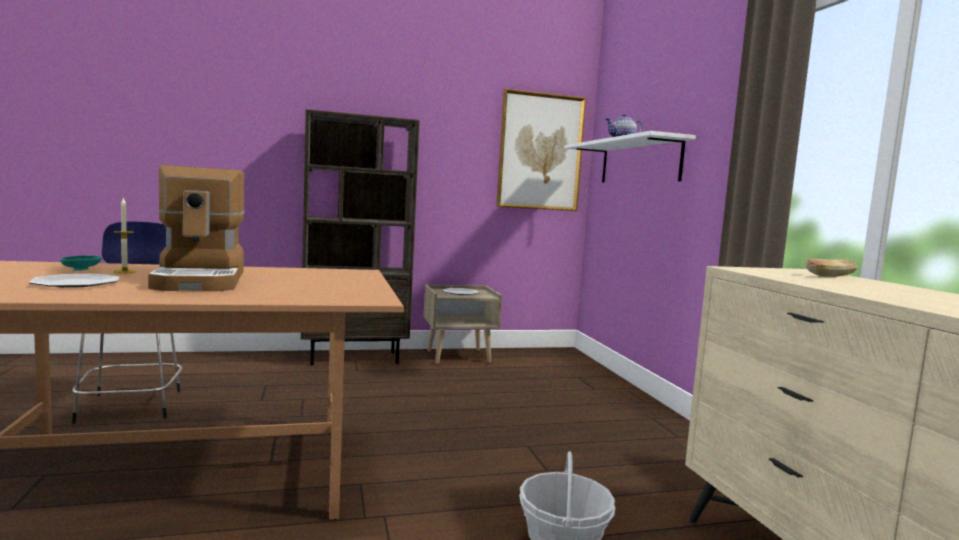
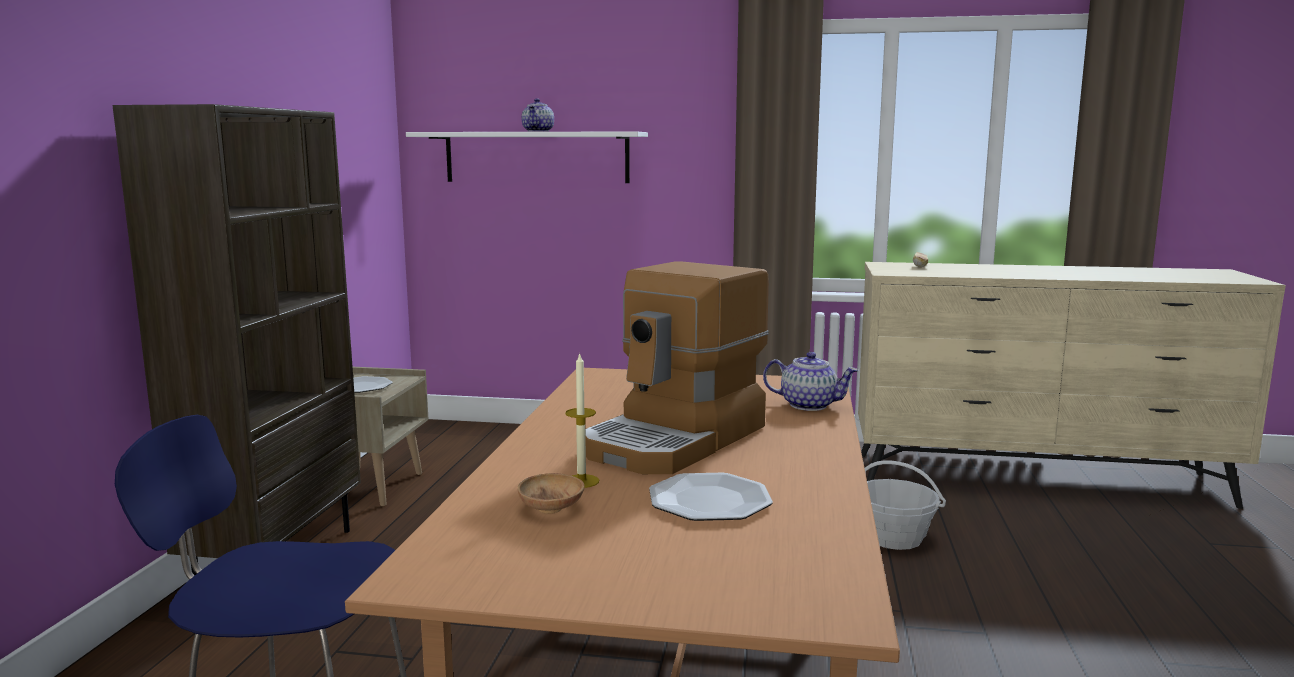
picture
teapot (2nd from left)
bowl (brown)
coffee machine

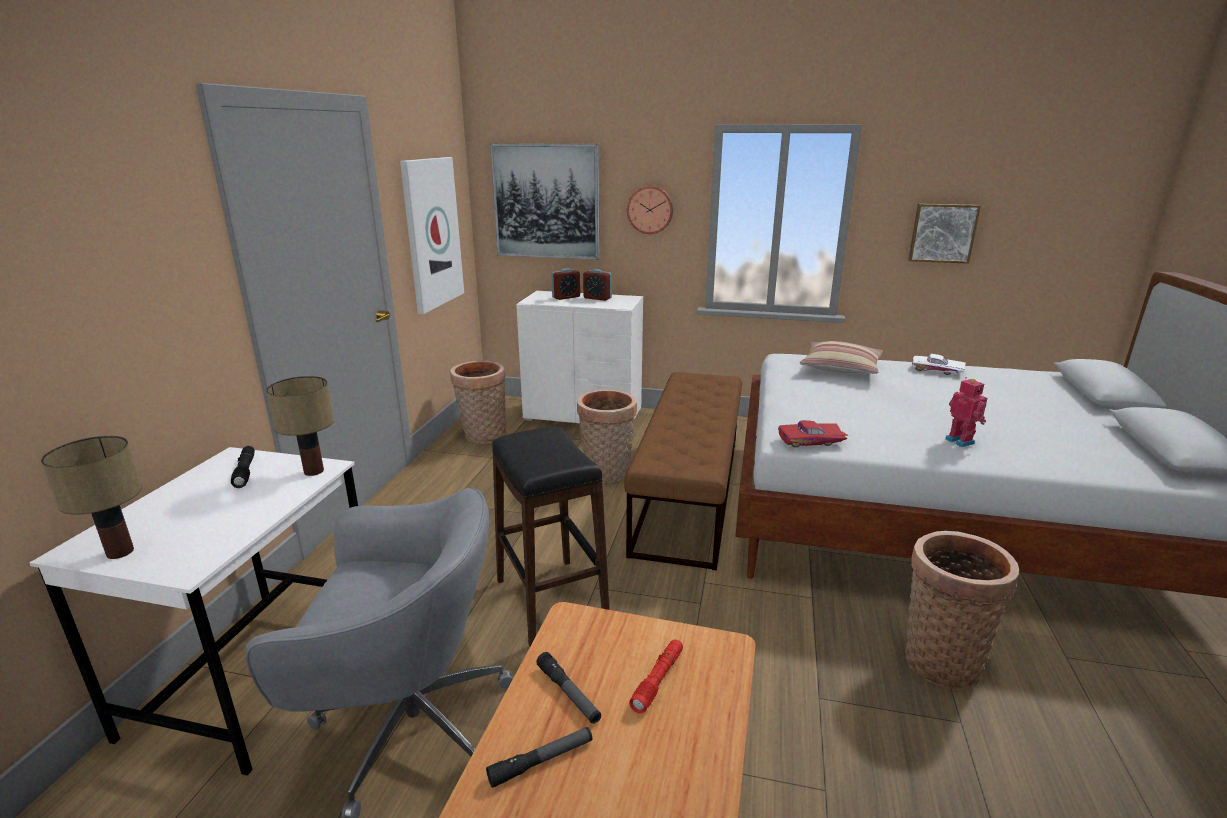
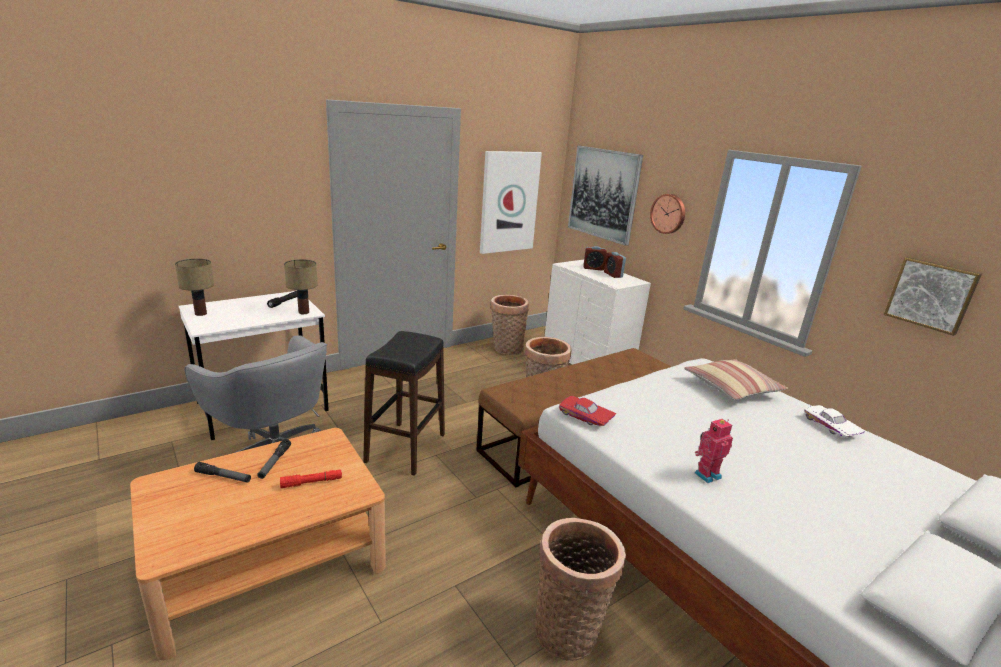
toy robot

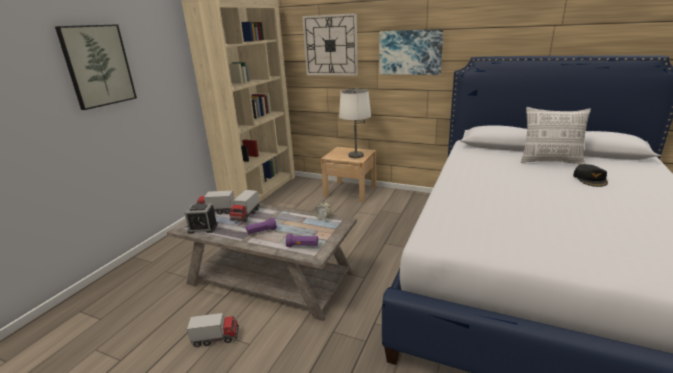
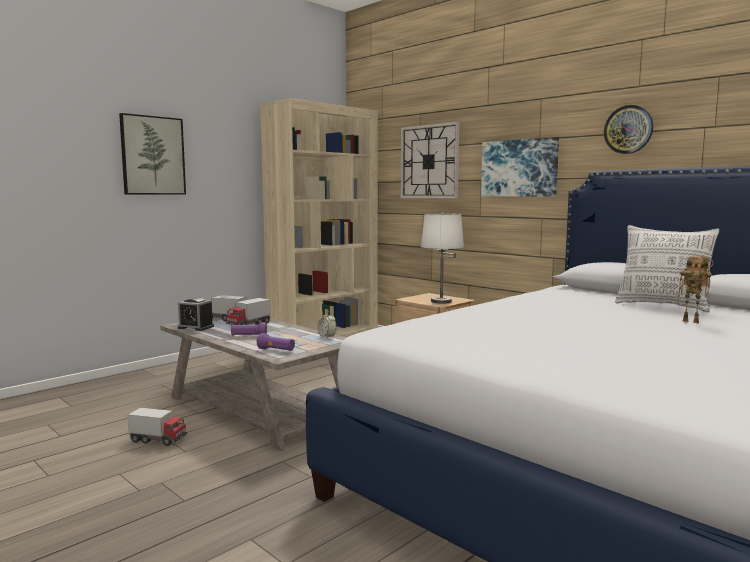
wall clock (2nd from left)
toy robot

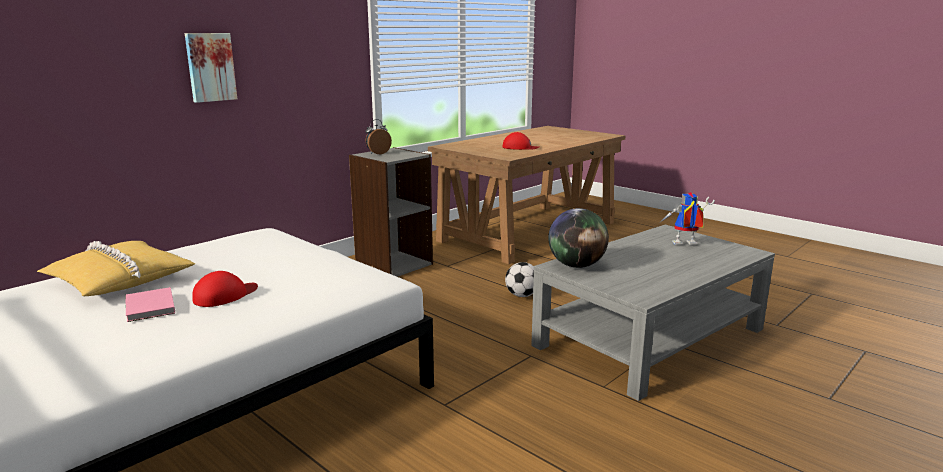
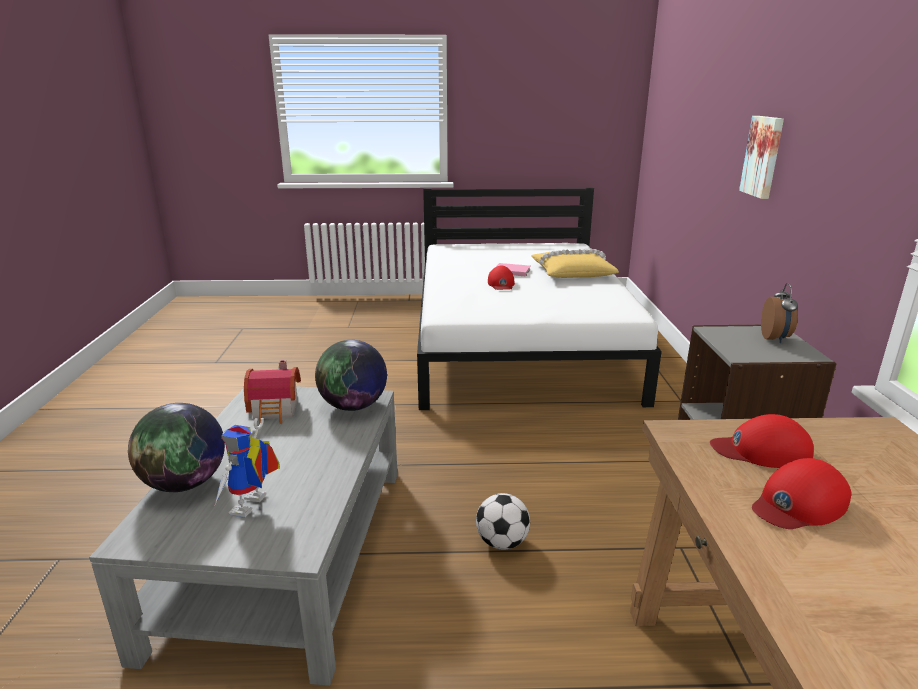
globe (1st from left)
toy house
cap (red) (2nd from left)
toy robot

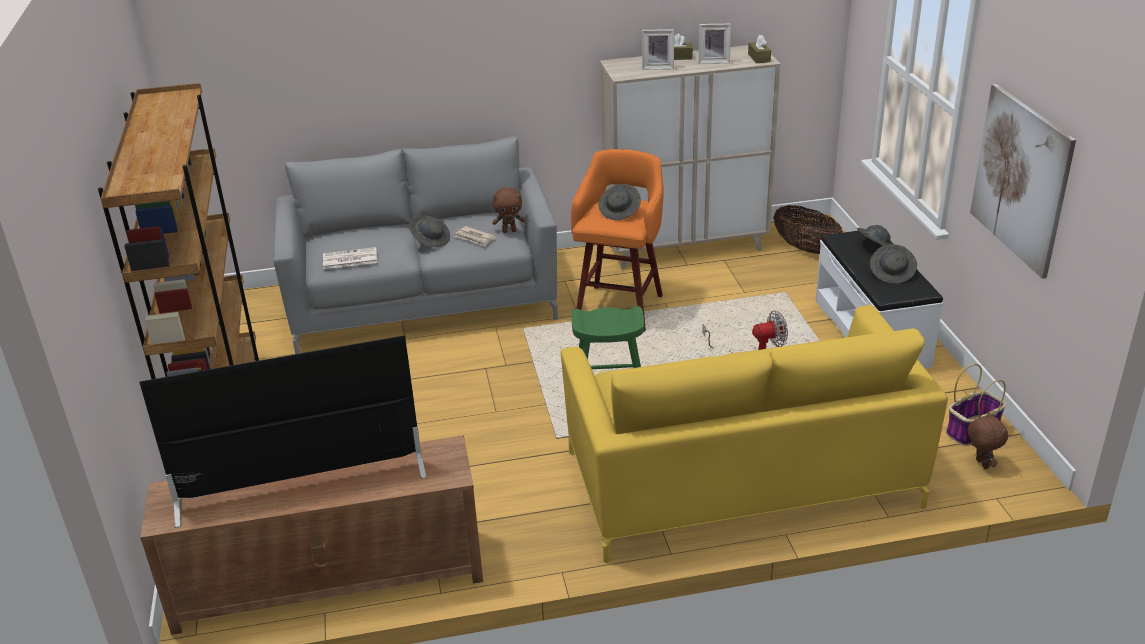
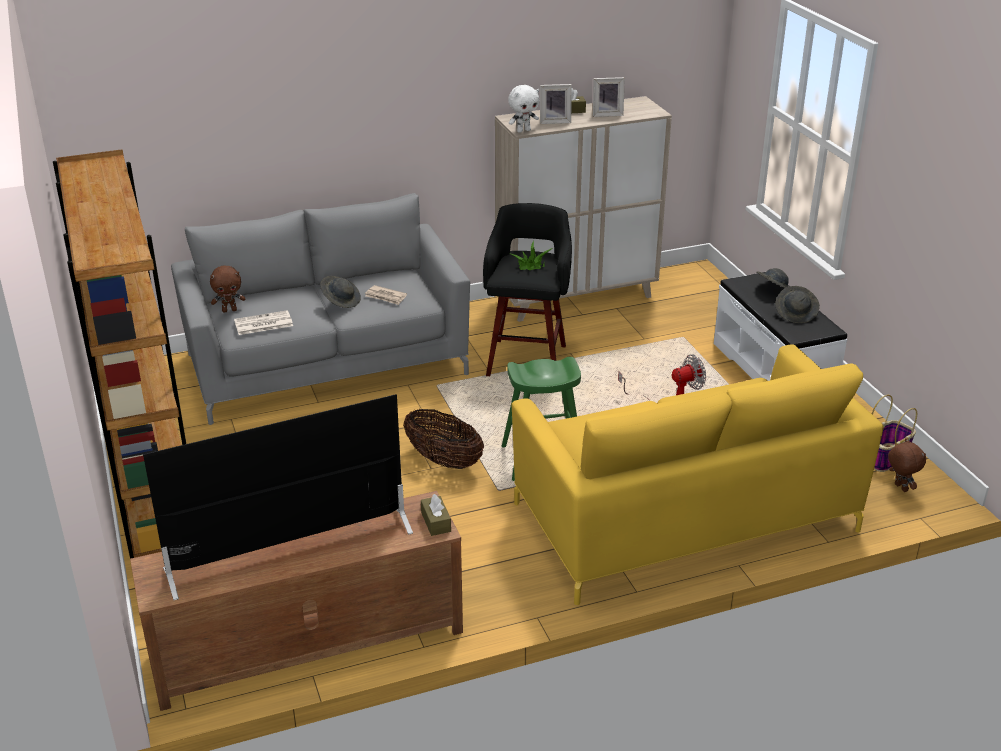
picture
plush toy (white)
plush toy (brown) (1st from left)
tissue box (brown) (1st from left)
basket (1st from left)
potted plant
stool (black)

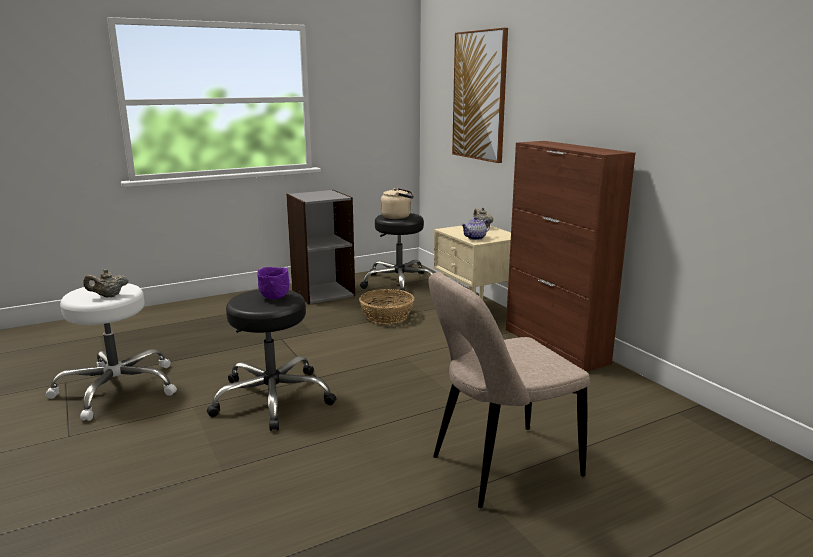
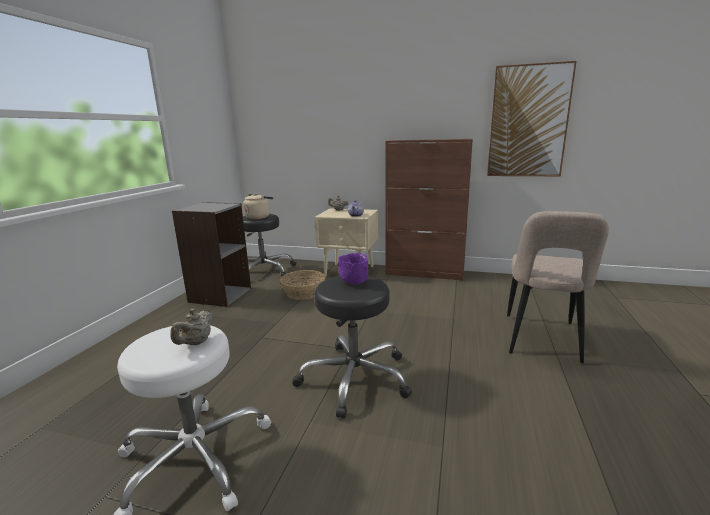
picture

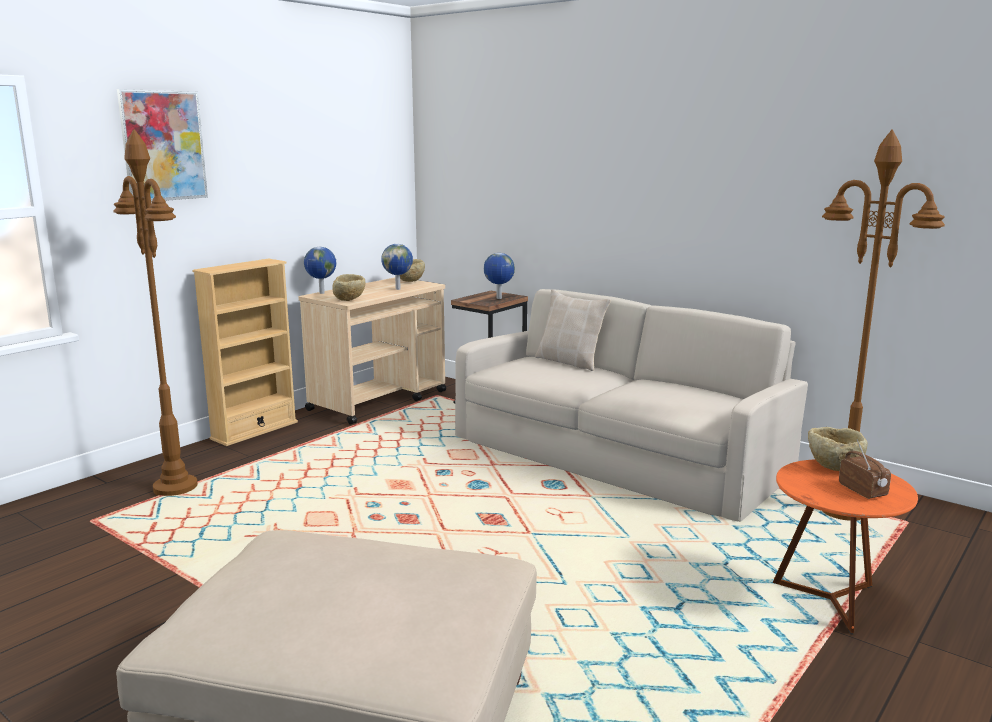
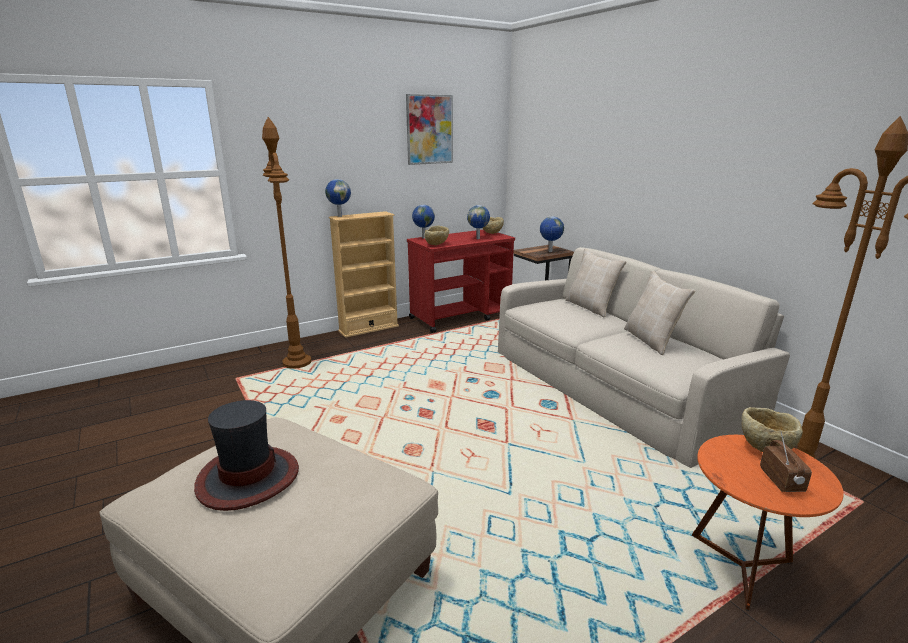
hat
globe (1st from left)
pillow (beige) (2nd from left)
picture
cart (red)

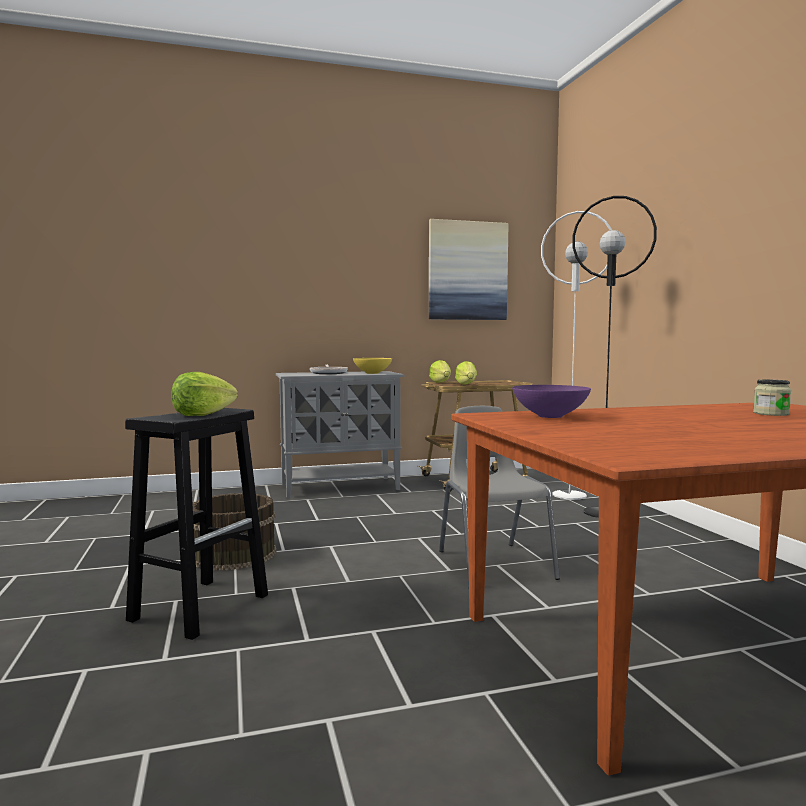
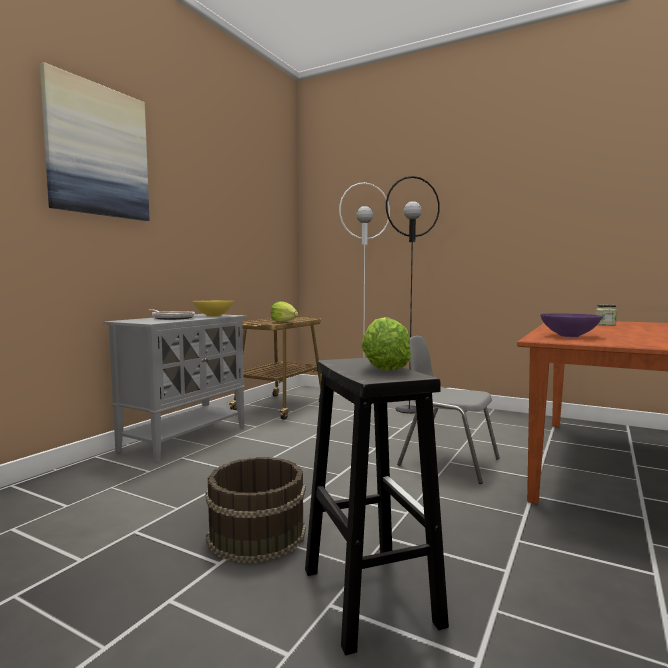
lettuce (2nd from left in the first image)
picture

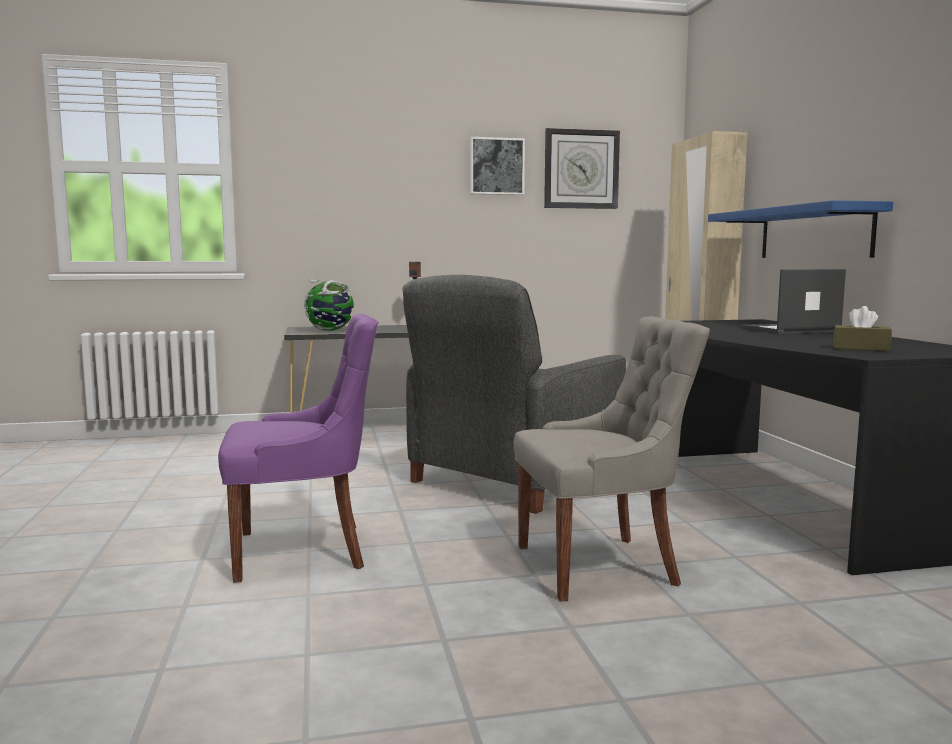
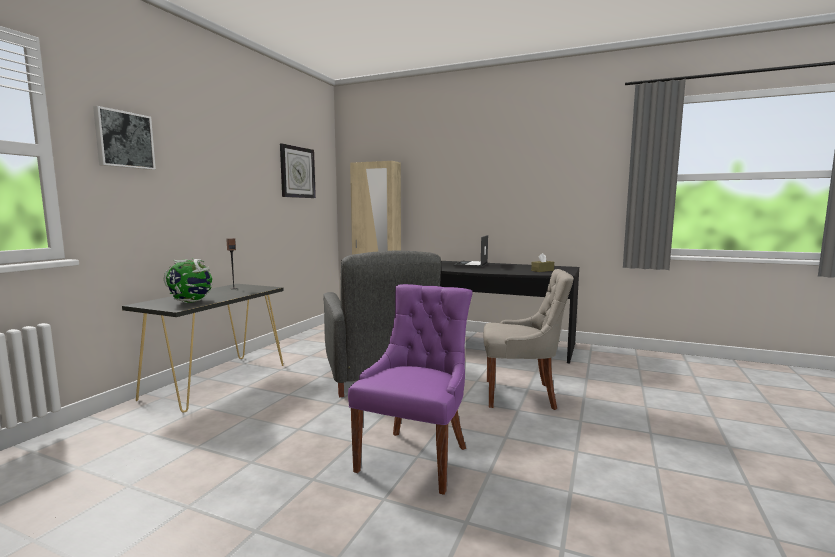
shelf (blue)
picture
chair (grey)

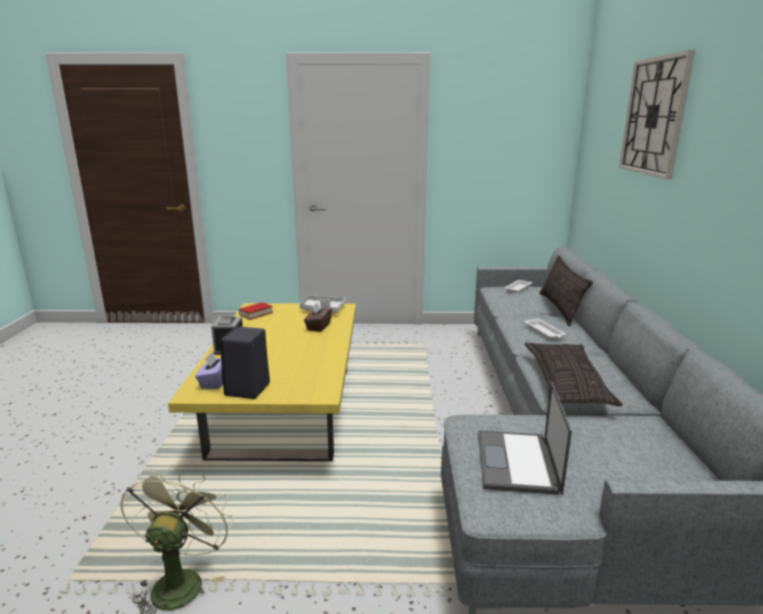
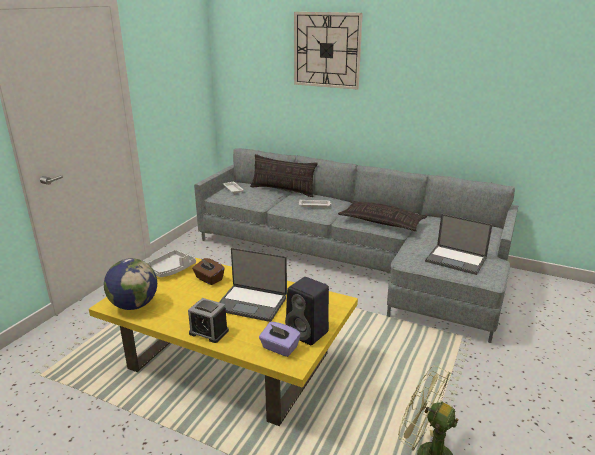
laptop (1st from left)
globe

